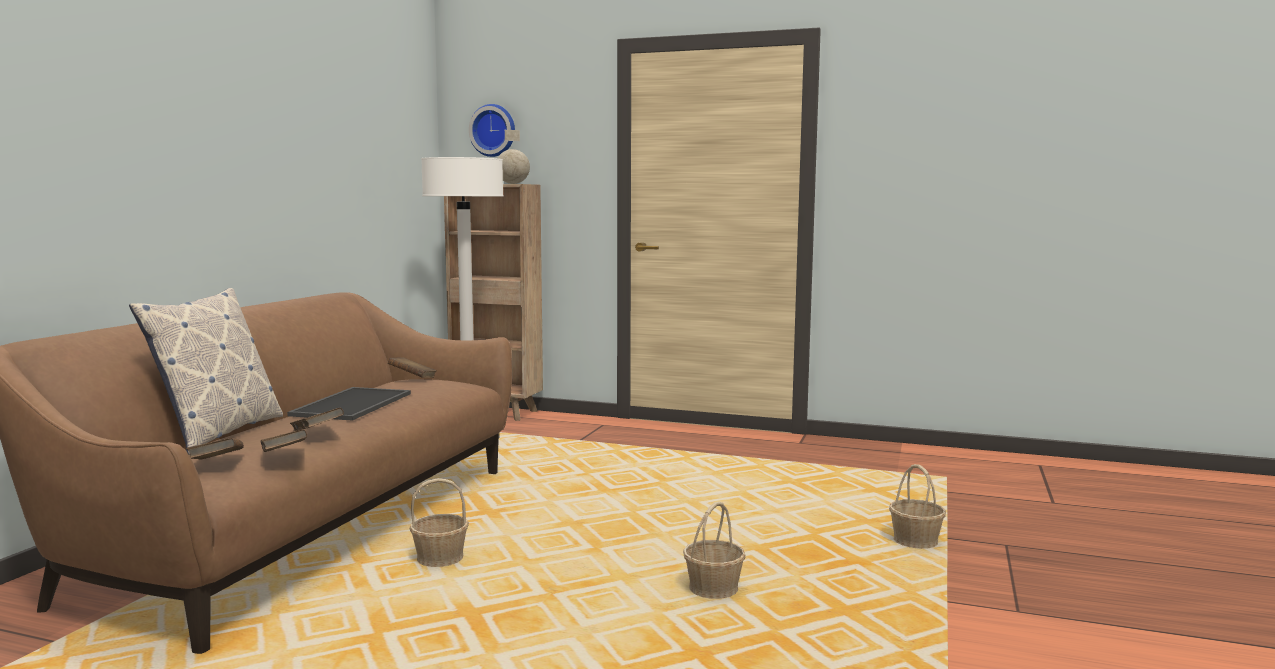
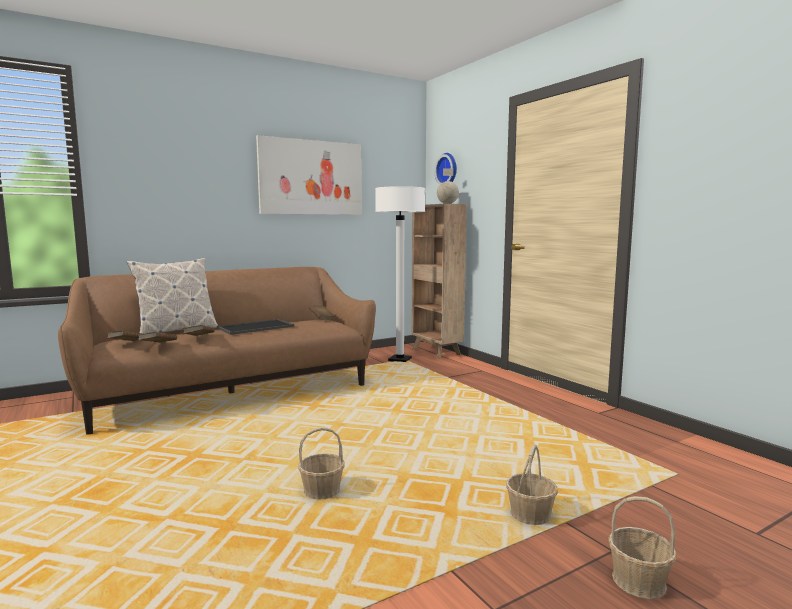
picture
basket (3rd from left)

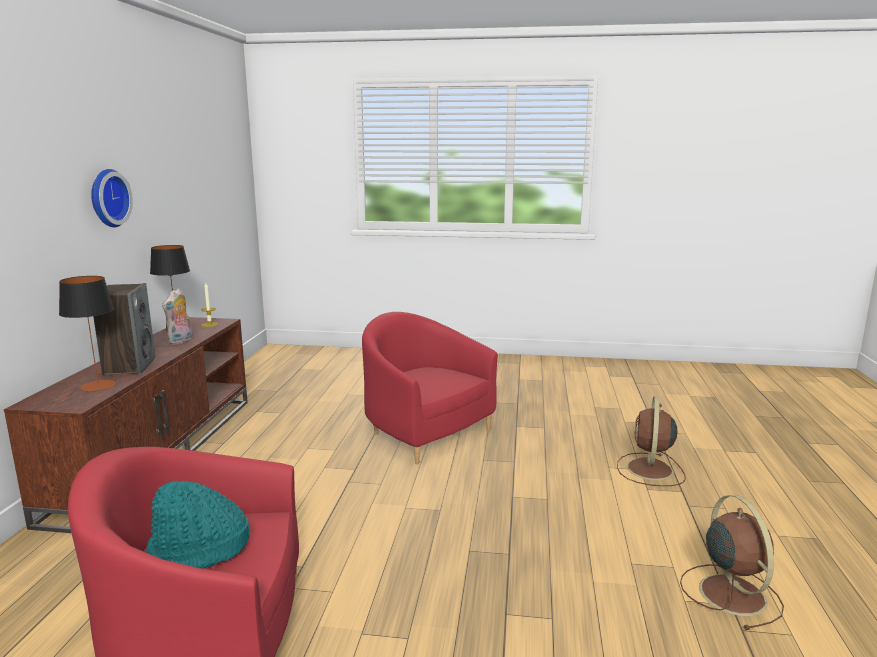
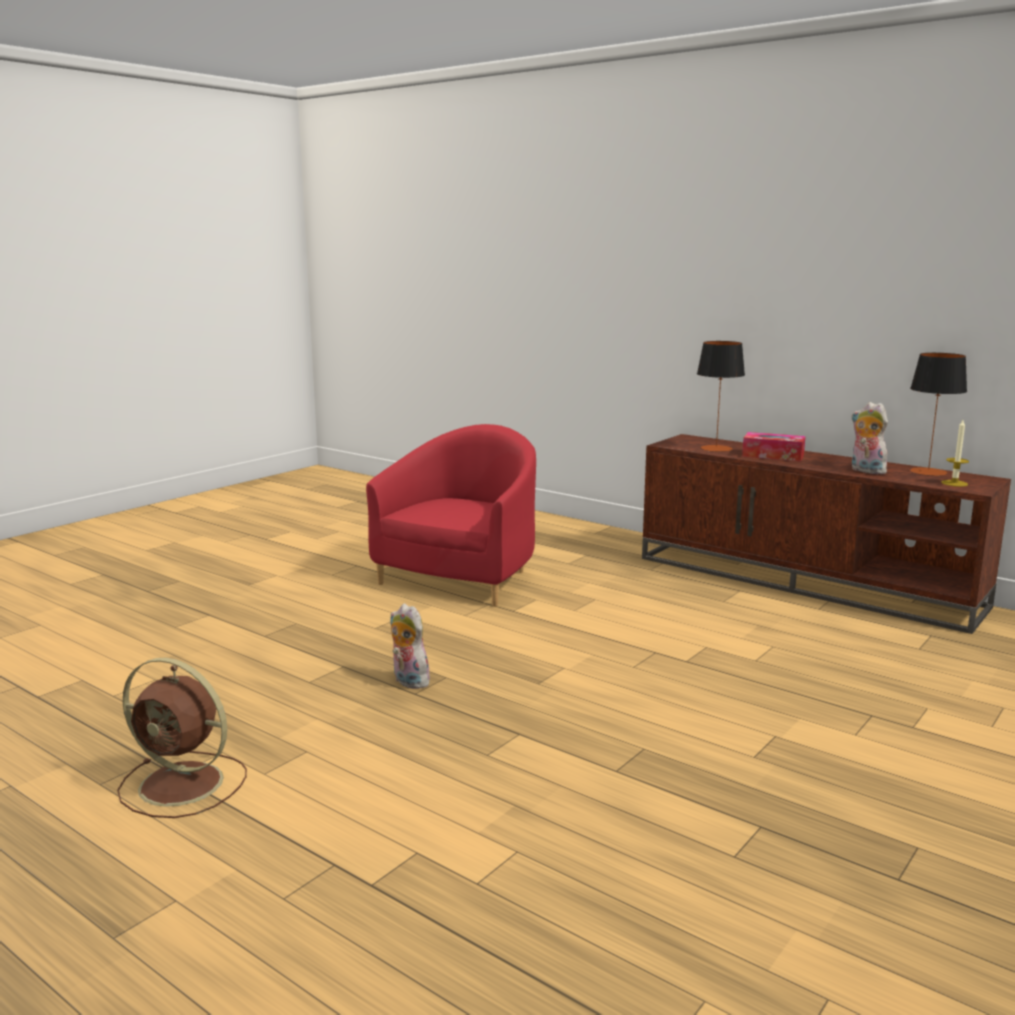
wall clock
hat (turquoise)
armchair (red) (2nd from left in the first image)
fan (brown) (1st from left in the first image)
plush toy (1st from left)
tissue box

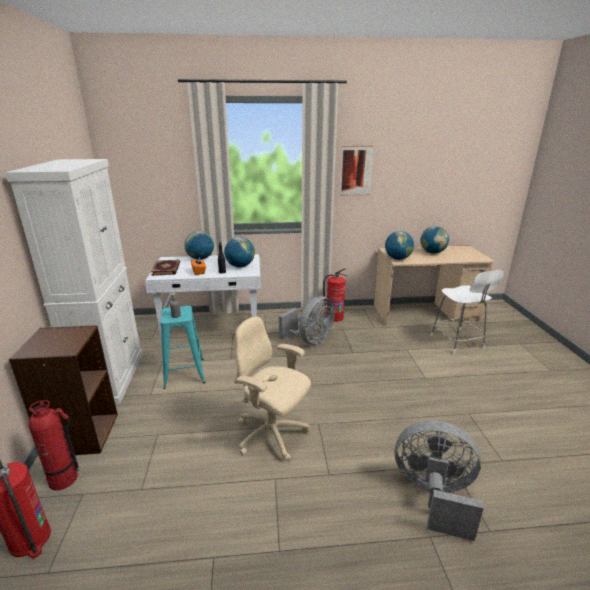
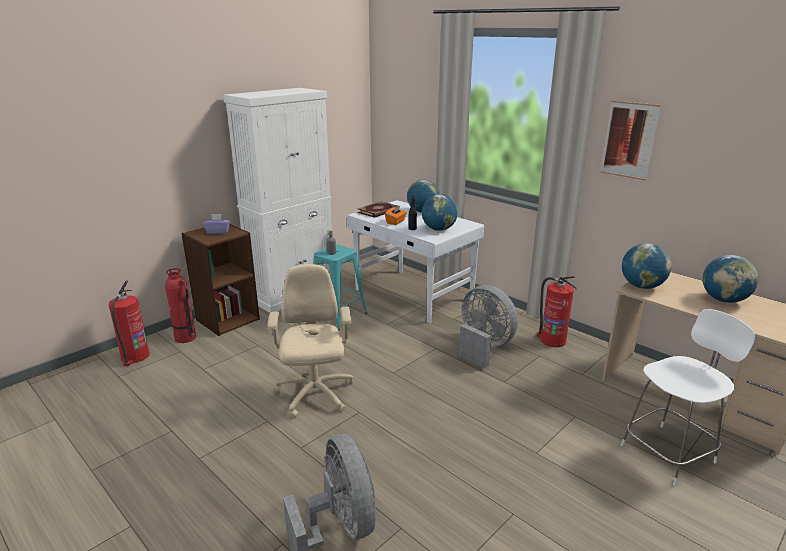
tissue box (purple)
fan (grey) (2nd from left)
chair (white)

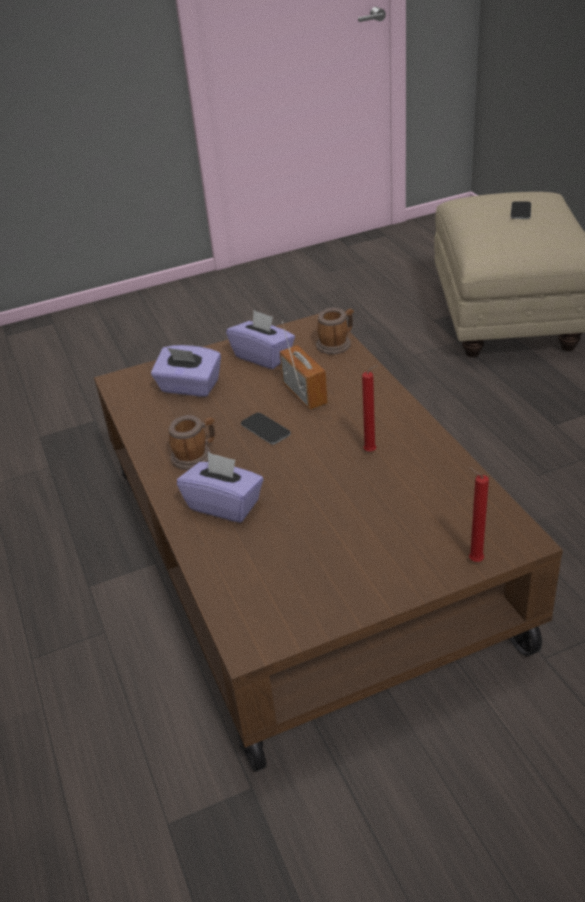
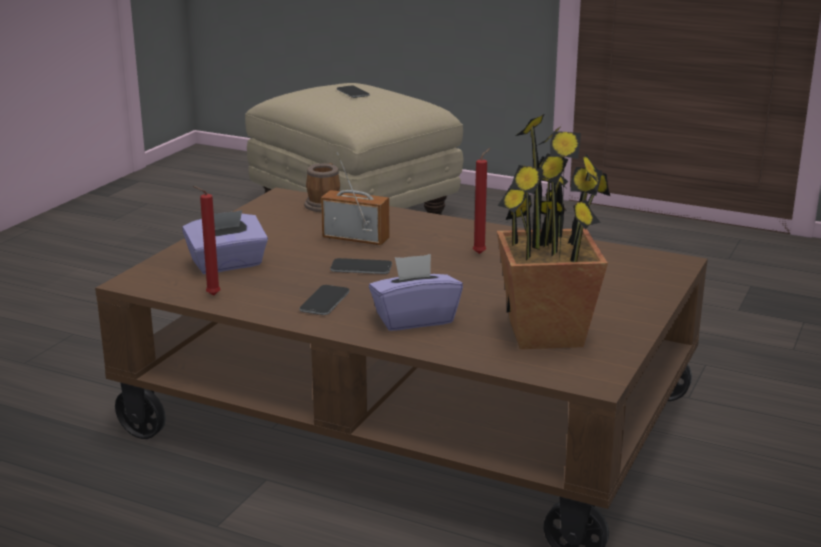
tissue box (purple) (3rd from left in the first image)
potted plant
candle (red) (1st from left)
phone (1st from left)

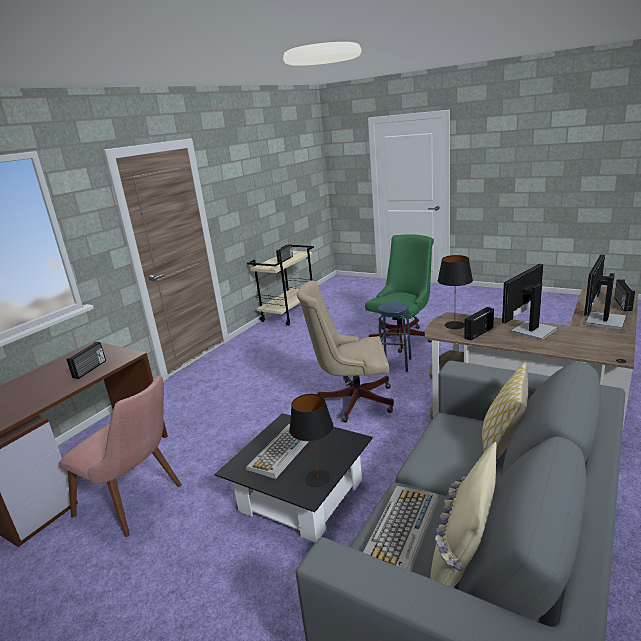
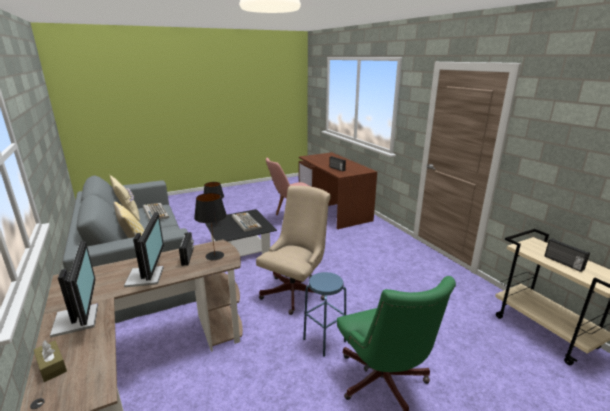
tissue box (brown)

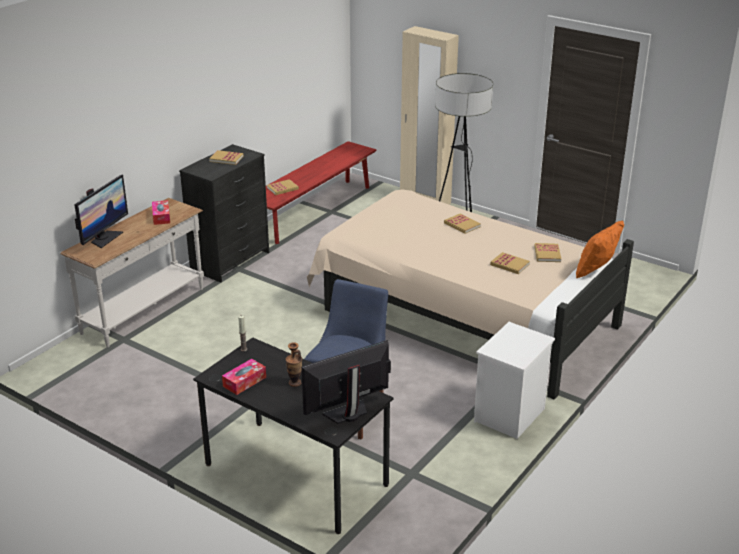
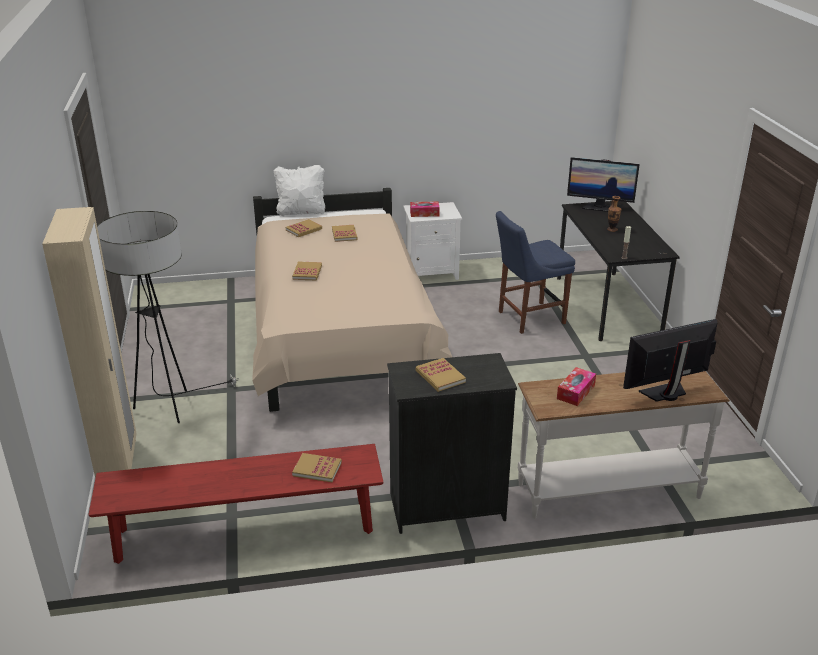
tissue box (1st from left)
pillow (white)

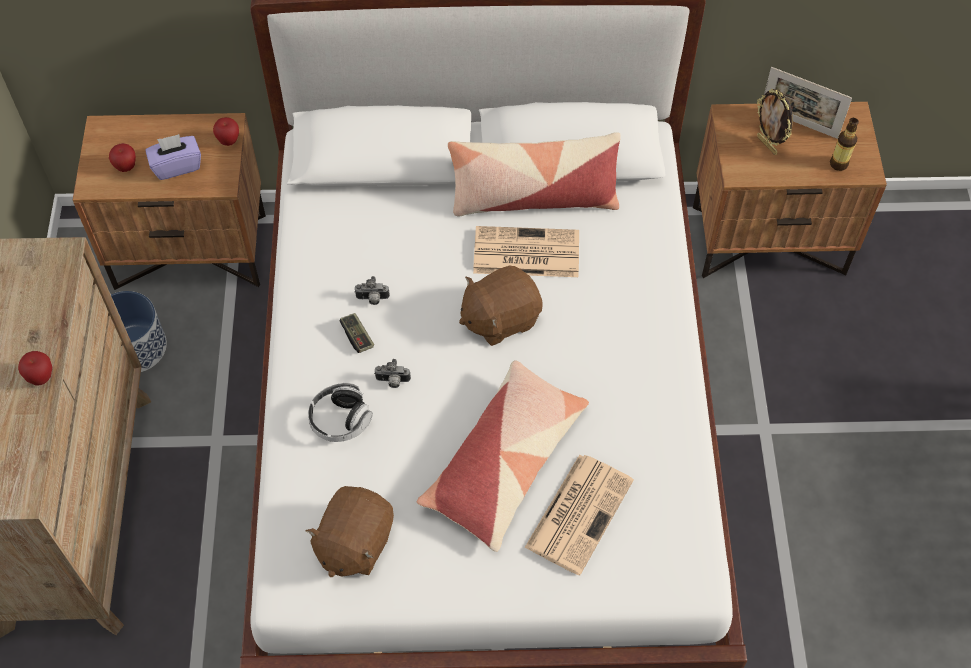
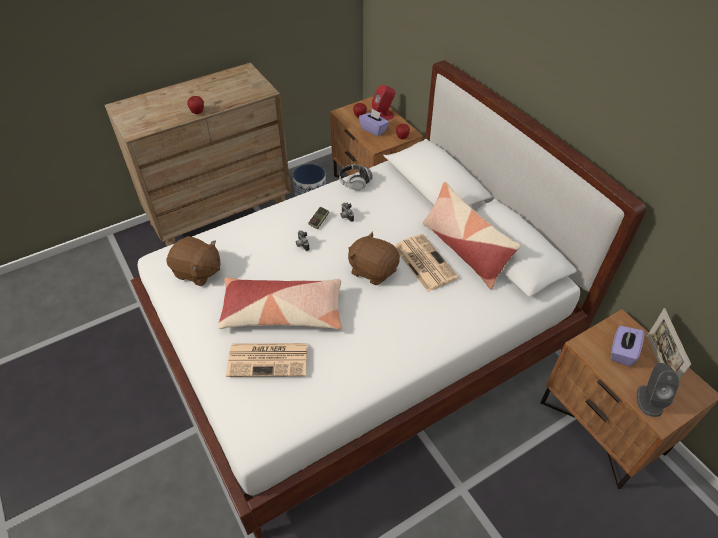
speaker (red)
headphones
tissue box (purple) (2nd from left)
speaker (grey)
plush toy (brown) (1st from left)

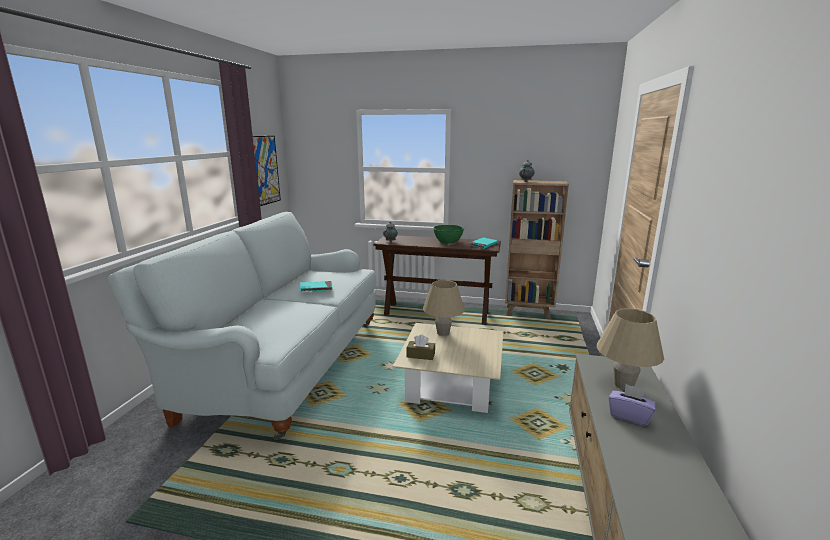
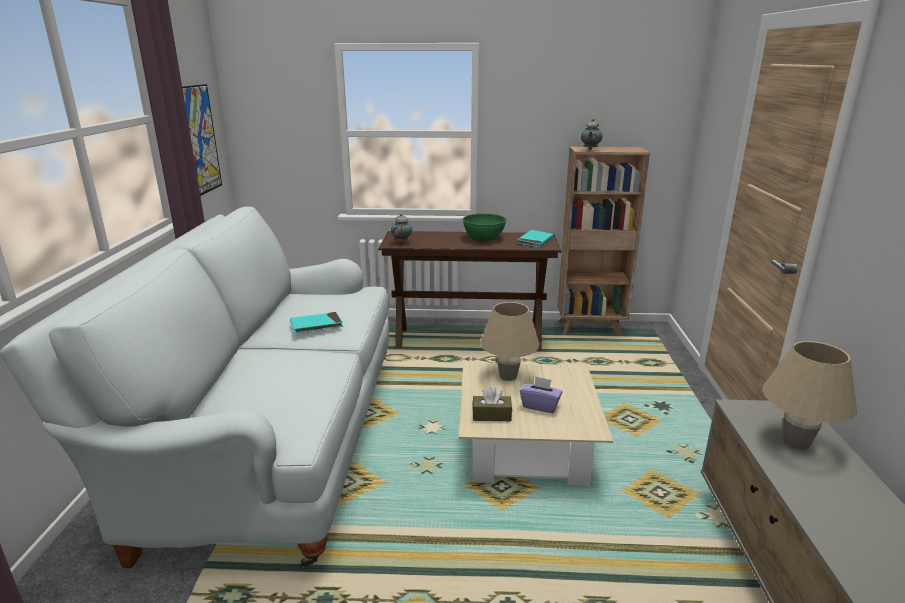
tissue box (purple)

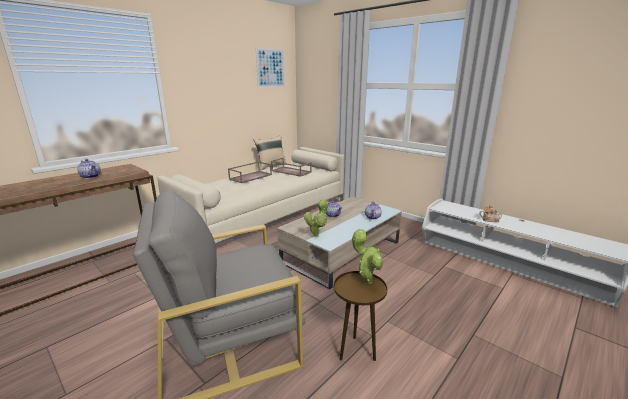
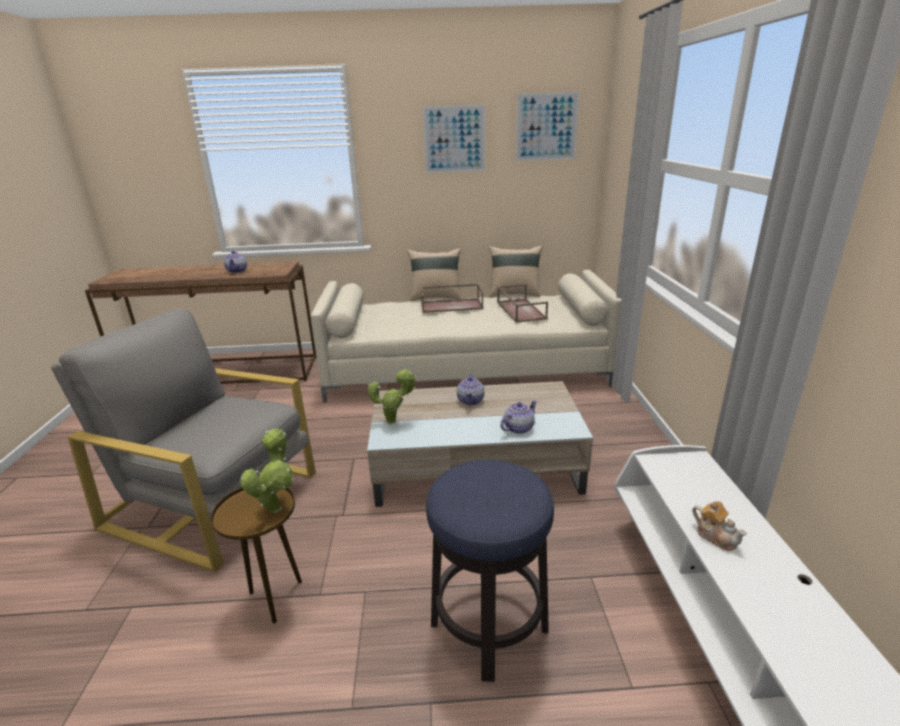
pillow (beige) (1st from left)
picture (1st from left)
stool

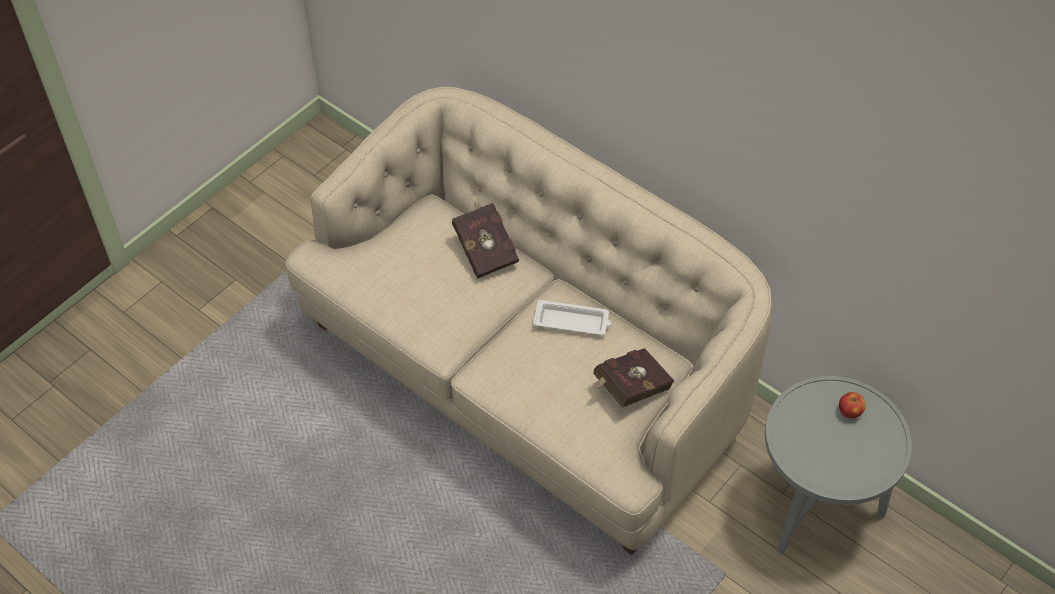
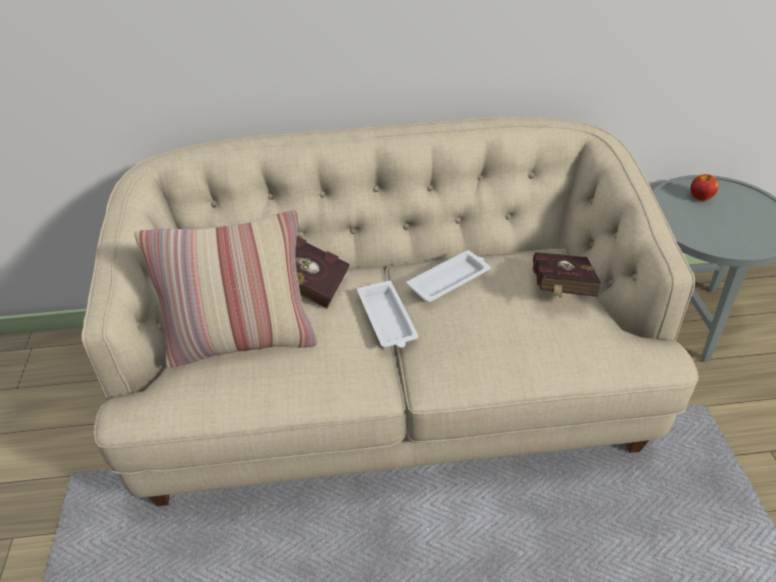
pillow
tray (white) (1st from left)

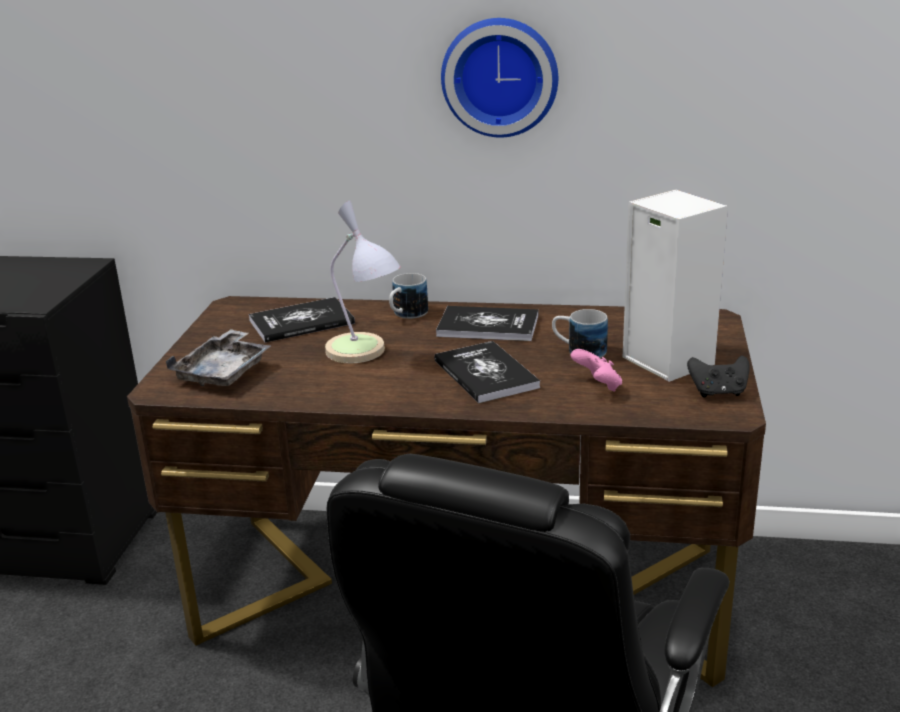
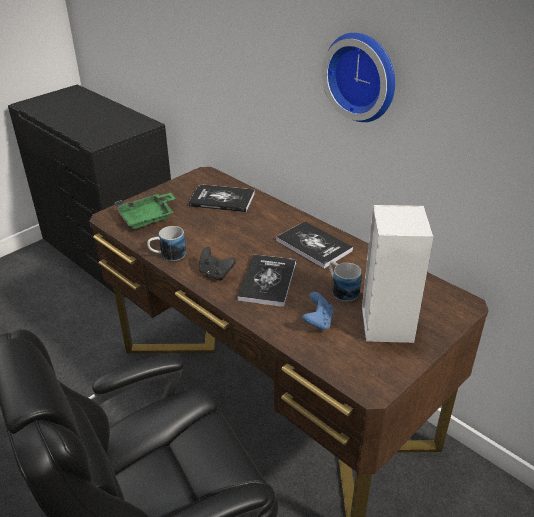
table lamp
mug (1st from left)
game controller (black)
tray (green)
game controller (blue)

